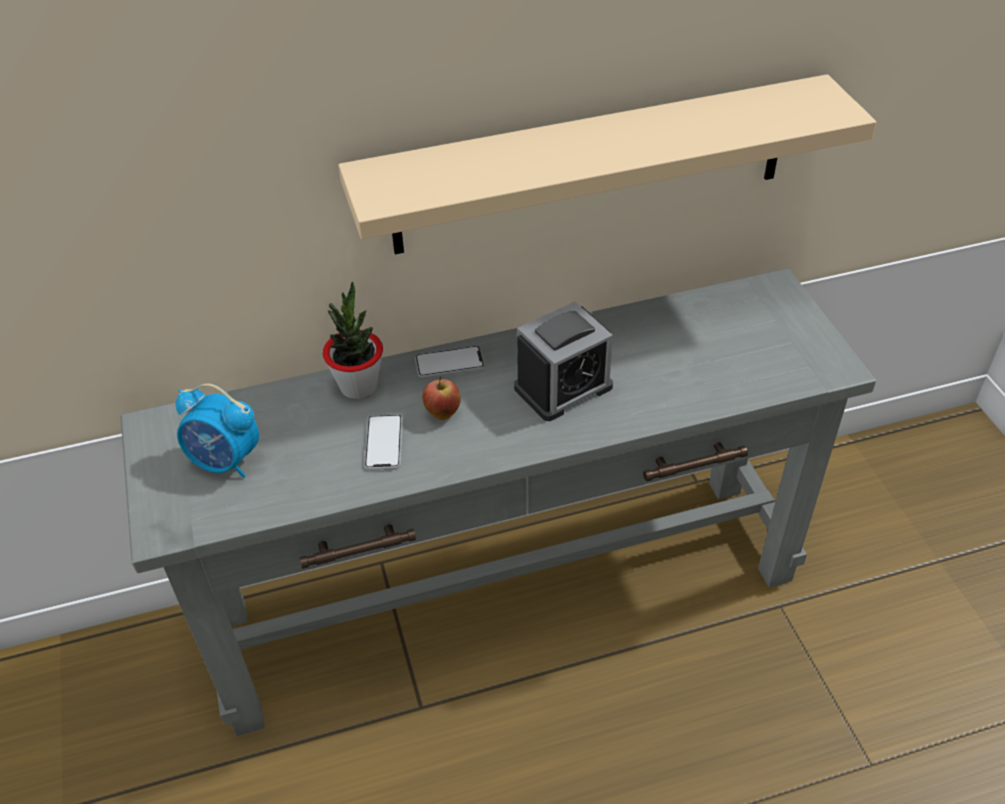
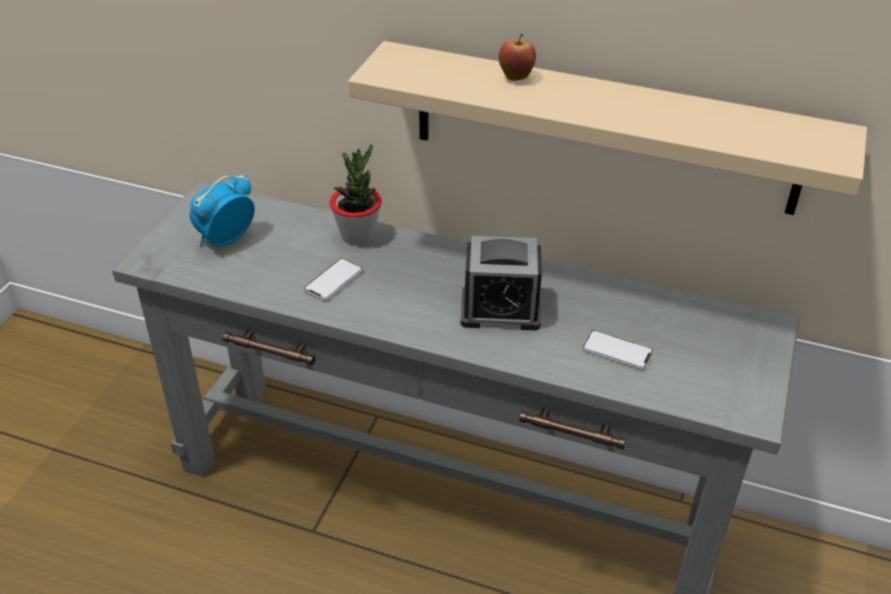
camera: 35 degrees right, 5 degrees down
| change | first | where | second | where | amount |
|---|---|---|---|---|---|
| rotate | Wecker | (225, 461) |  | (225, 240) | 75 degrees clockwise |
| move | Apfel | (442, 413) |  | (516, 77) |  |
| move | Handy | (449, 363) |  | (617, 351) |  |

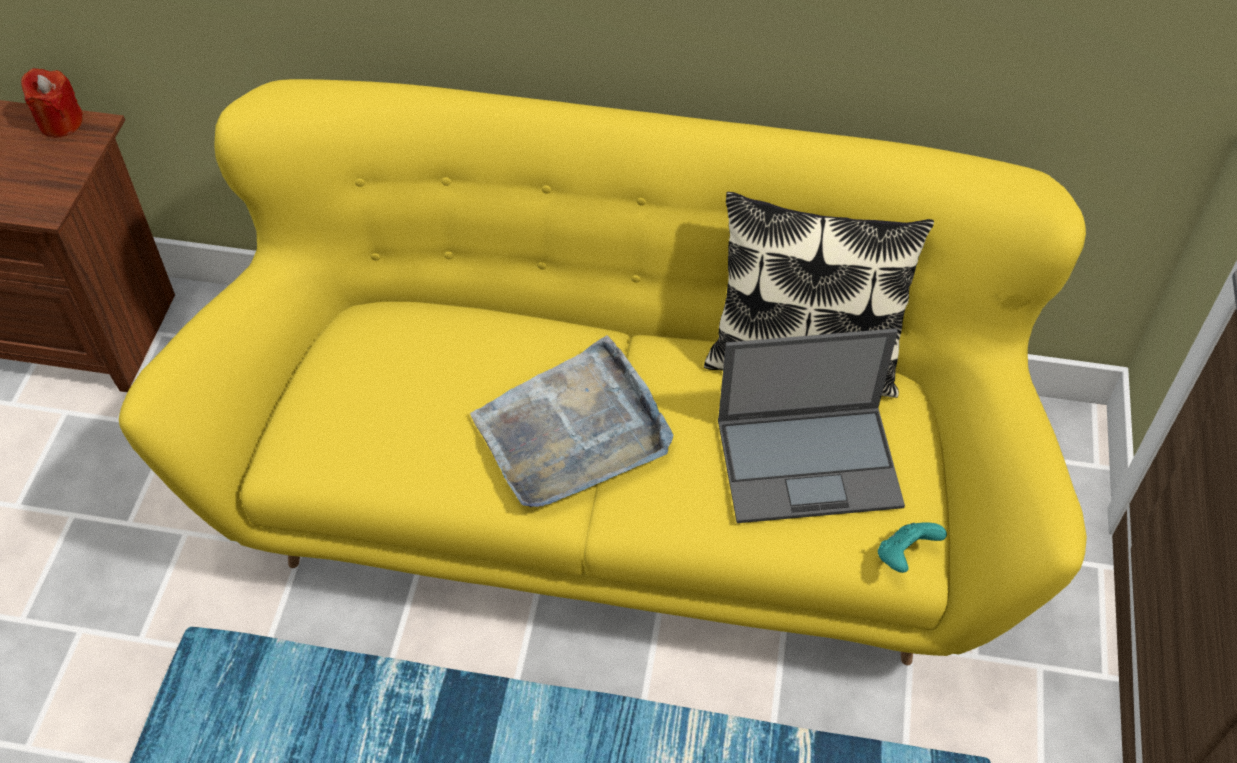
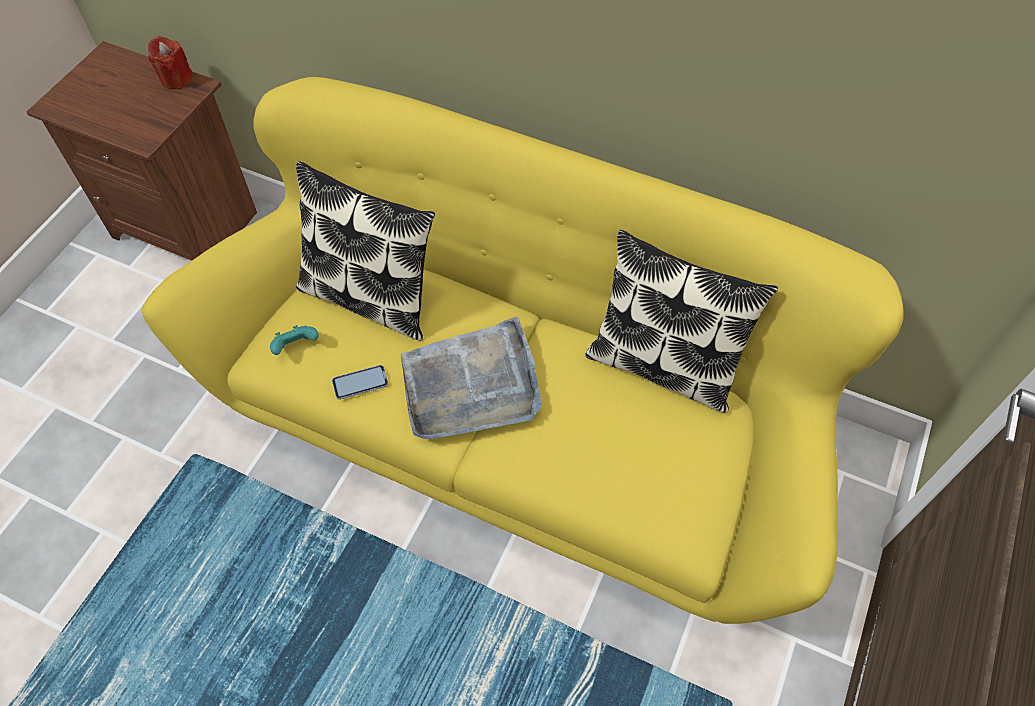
camera: 15 degrees right, 5 degrees up
| change | first | where | second | where | amount |
|---|---|---|---|---|---|
| move | Gamepad/türkis | (904, 556) |  | (296, 347) |  |
| insert |  |  | Kissen | (370, 297) |  |
| insert |  |  | Handy | (360, 383) |  |
| delete | Laptop | (810, 462) |  |  |  |

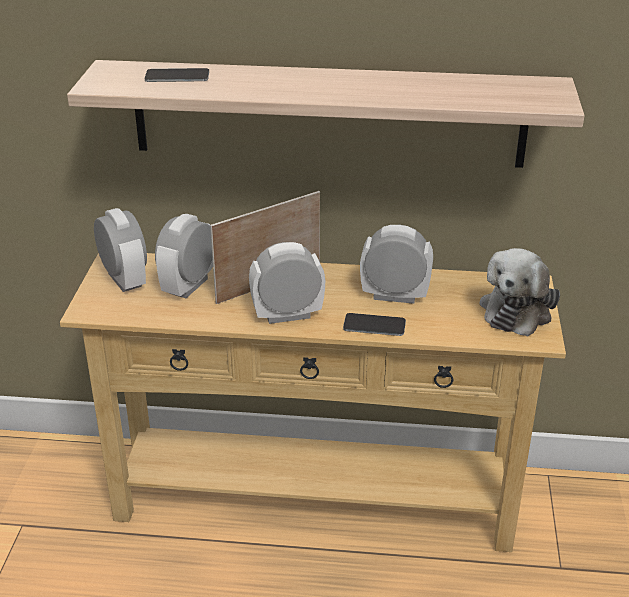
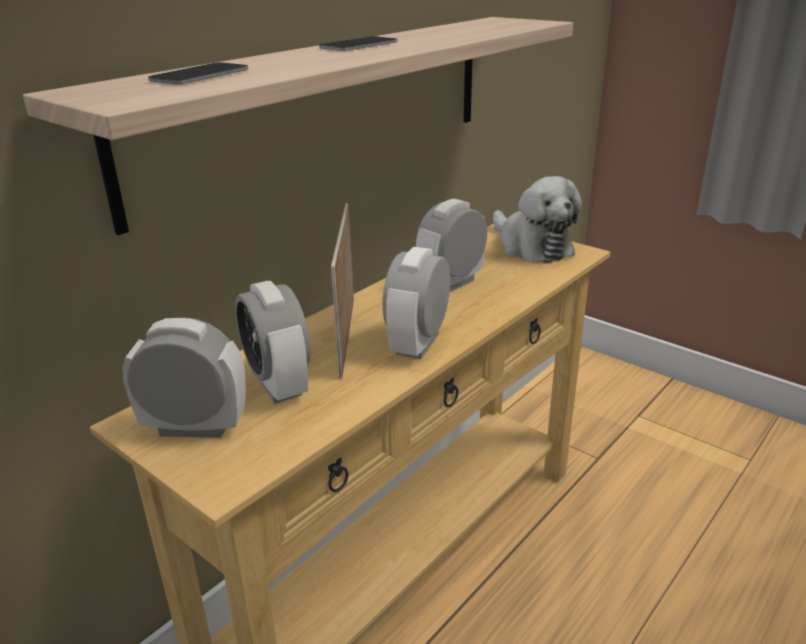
camera: 55 degrees left, 5 degrees down
| change | first | where | second | where | amount |
|---|---|---|---|---|---|
| move | Handy | (374, 325) |  | (359, 45) |  |

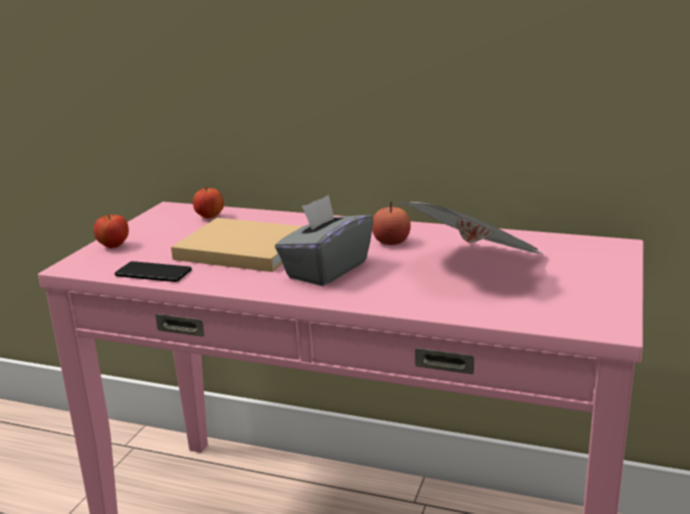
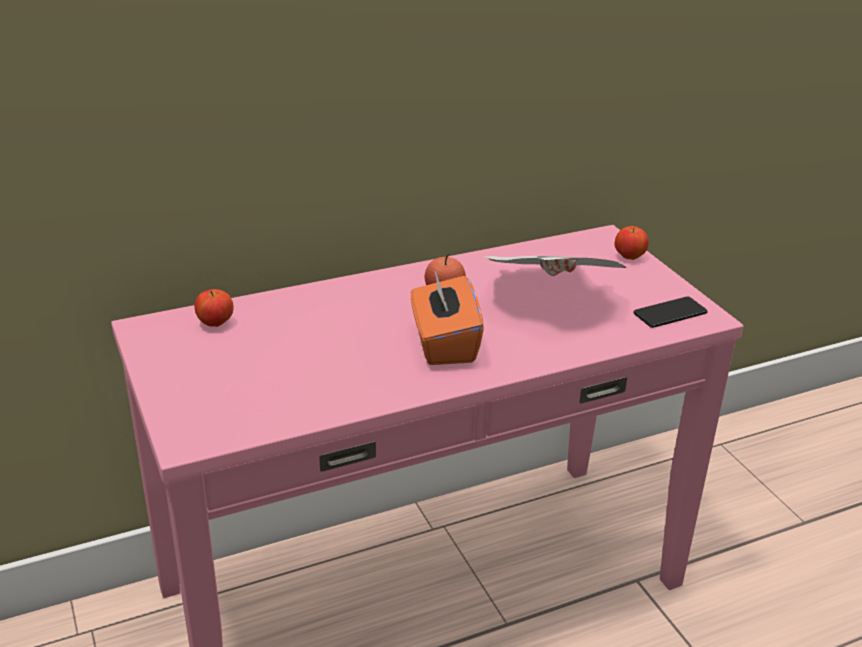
camera: 45 degrees left, 10 degrees up
| change | first | where | second | where | amount |
|---|---|---|---|---|---|
| recolor | Taschentuchbox/grau | (326, 270) | Taschentuchbox/orange | (444, 344) |  |
| move | Apfel | (114, 246) |  | (629, 257) |  |
| move | Handy | (153, 273) |  | (670, 313) |  |
| delete | Buch/beige | (239, 248) |  |  |  |

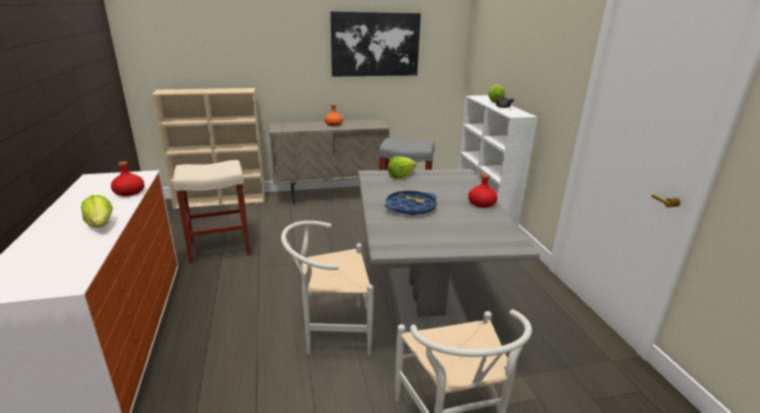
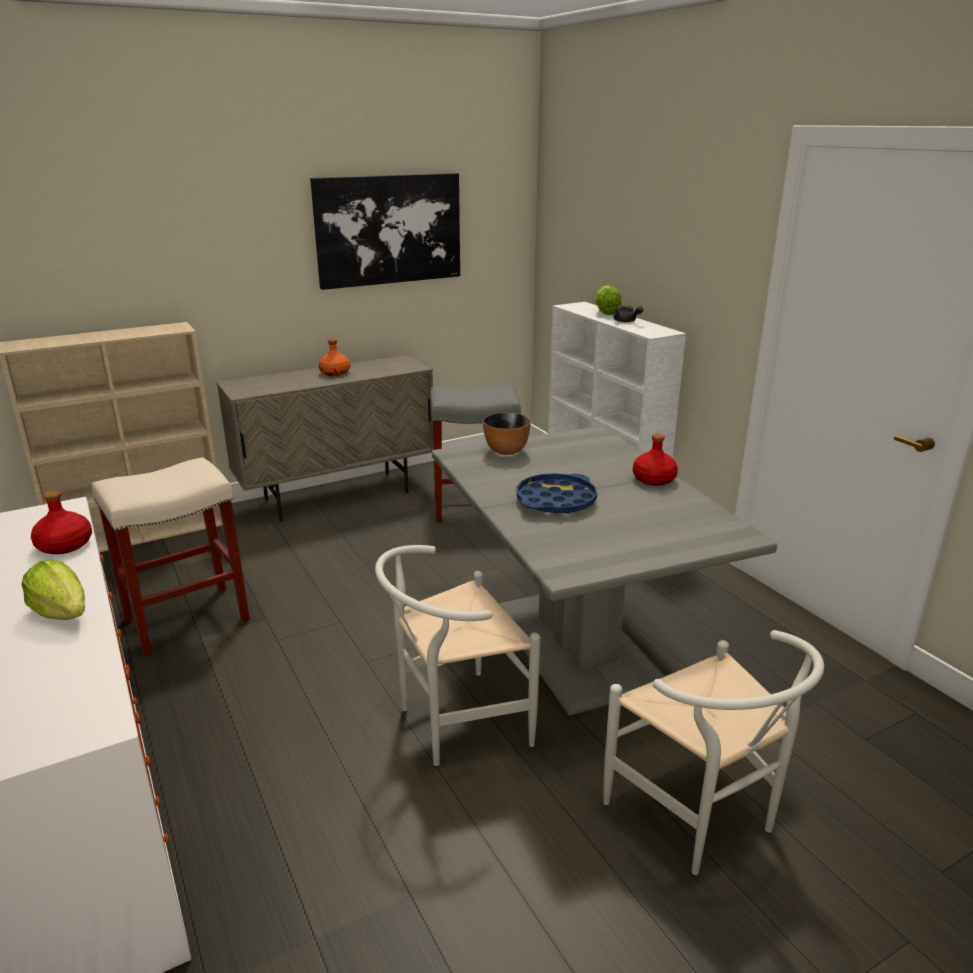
camera: 15 degrees left, 0 degrees up
| change | first | where | second | where | amount |
|---|---|---|---|---|---|
| replace | Salatkopf | (400, 176) | Schüssel | (506, 451) |  |

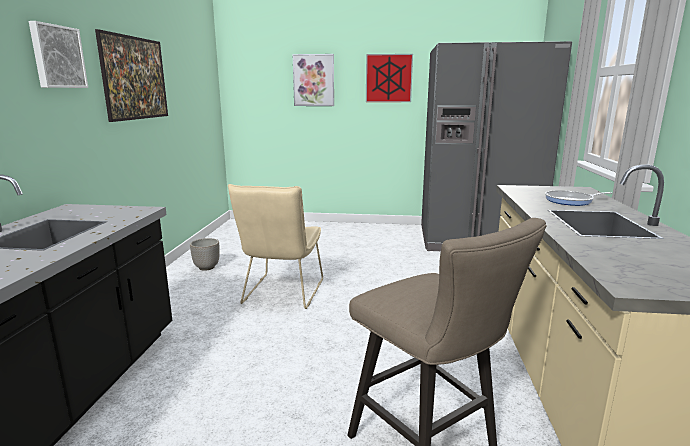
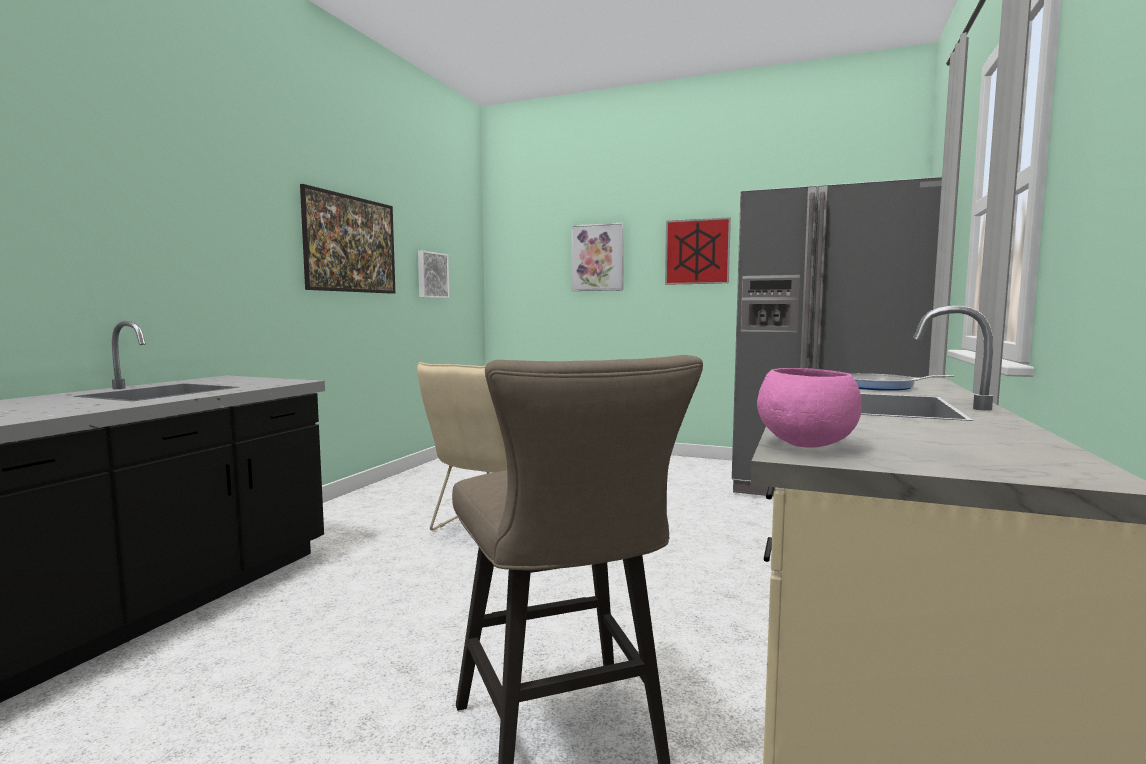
camera: 15 degrees right, 10 degrees down
| change | first | where | second | where | amount |
|---|---|---|---|---|---|
| move | Bild | (57, 57) |  | (431, 275) |  |
| insert |  |  | Schüssel/rosa | (805, 445) |  |
| delete | Pflanzkübel | (207, 267) |  |  |  |

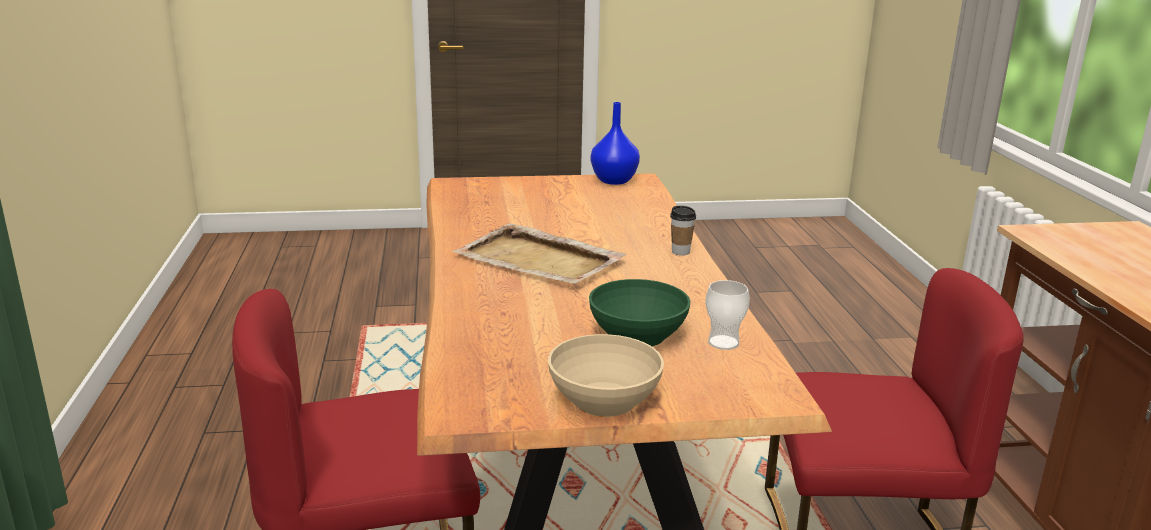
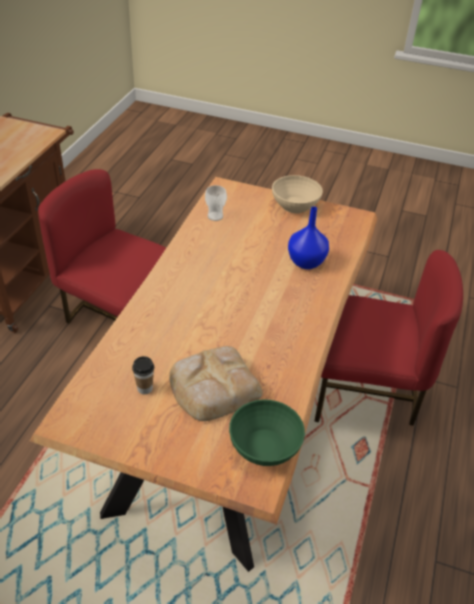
camera: 155 degrees left, 20 degrees up
| change | first | where | second | where | amount |
|---|---|---|---|---|---|
| move | Tasse | (680, 252) |  | (145, 388) |  |
| insert |  |  | Brot | (212, 387) |  |
| move | Schüssel/grün | (638, 335) |  | (264, 446) |  |
| move | Vase/blau | (614, 180) |  | (305, 262) |  |
| delete | Tablett/beige | (540, 260) |  |  |  |

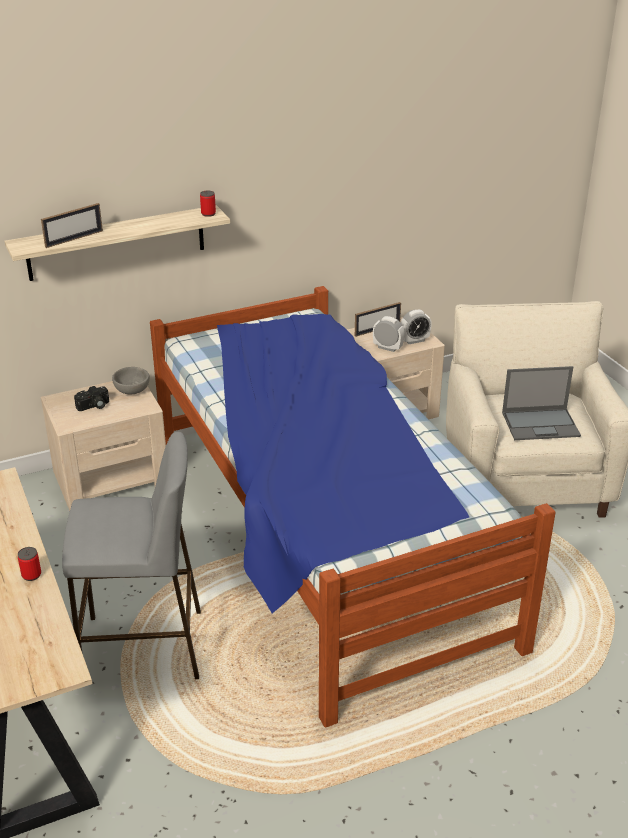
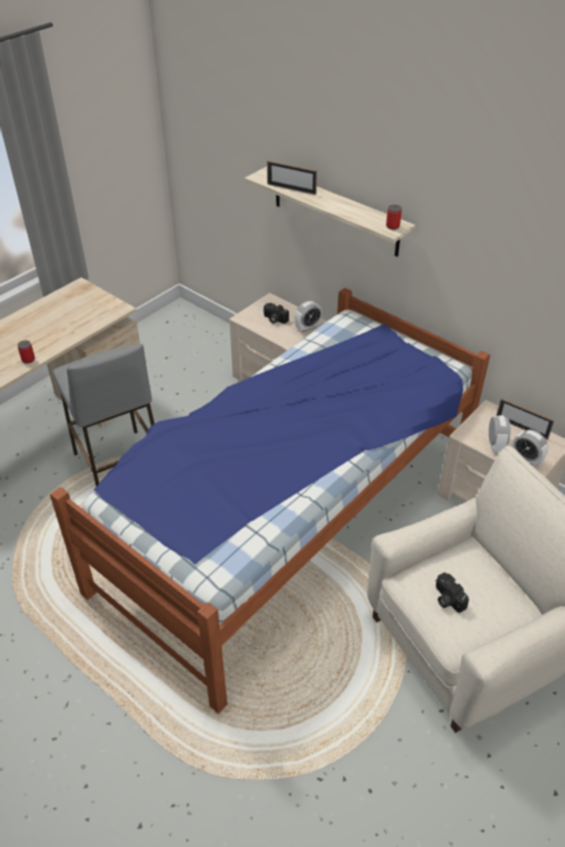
camera: 65 degrees right, 10 degrees up
| change | first | where | second | where | amount |
|---|---|---|---|---|---|
| replace | Schüssel/grau | (131, 390) | Wecker | (307, 327) |  |
| replace | Laptop | (541, 424) | Kamera | (447, 599) |  |

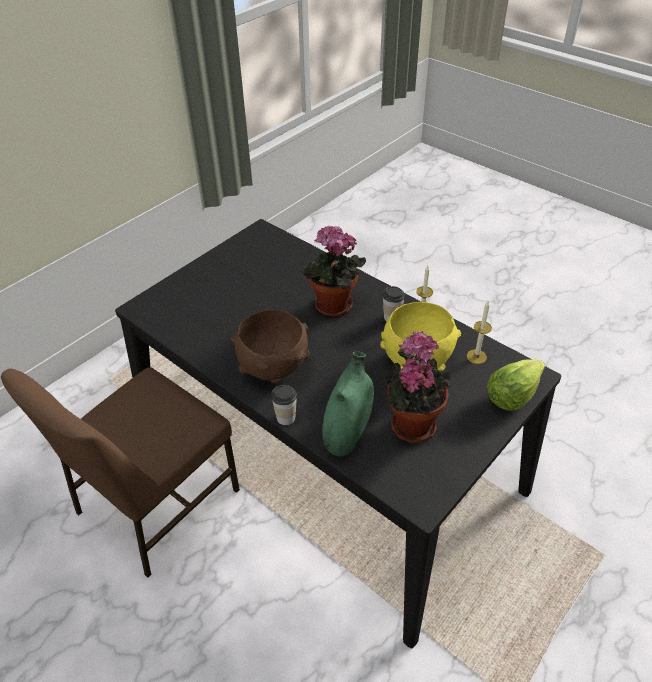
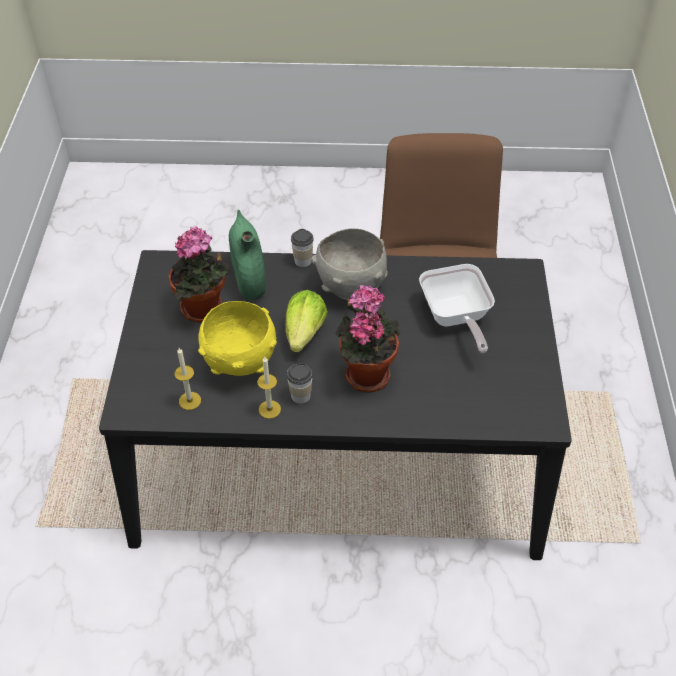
camera: 140 degrees right, 5 degrees up
| change | first | where | second | where | amount |
|---|---|---|---|---|---|
| move | Salatkopf | (511, 396) |  | (305, 333) |  |
| recolor | Schüssel/braun | (274, 370) | Schüssel/grau | (351, 288) |  |
| insert |  |  | Pfanne | (455, 318) |  |

